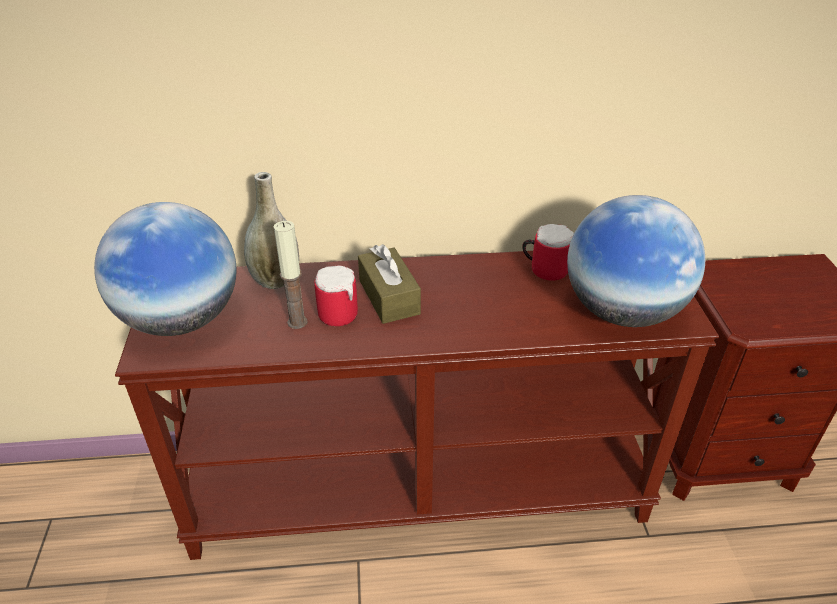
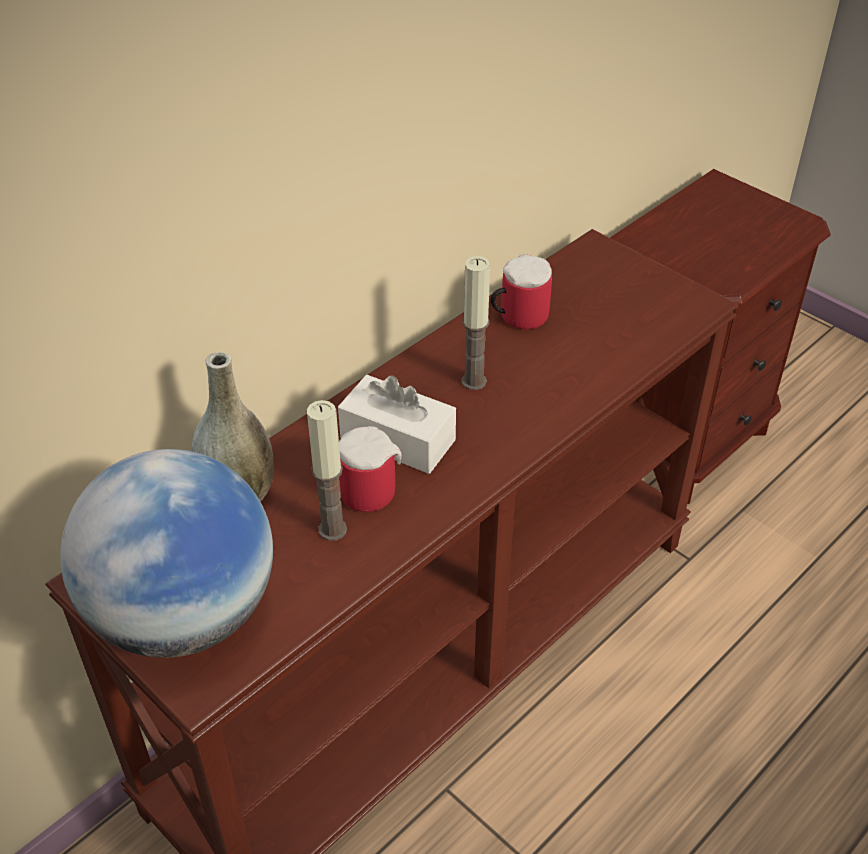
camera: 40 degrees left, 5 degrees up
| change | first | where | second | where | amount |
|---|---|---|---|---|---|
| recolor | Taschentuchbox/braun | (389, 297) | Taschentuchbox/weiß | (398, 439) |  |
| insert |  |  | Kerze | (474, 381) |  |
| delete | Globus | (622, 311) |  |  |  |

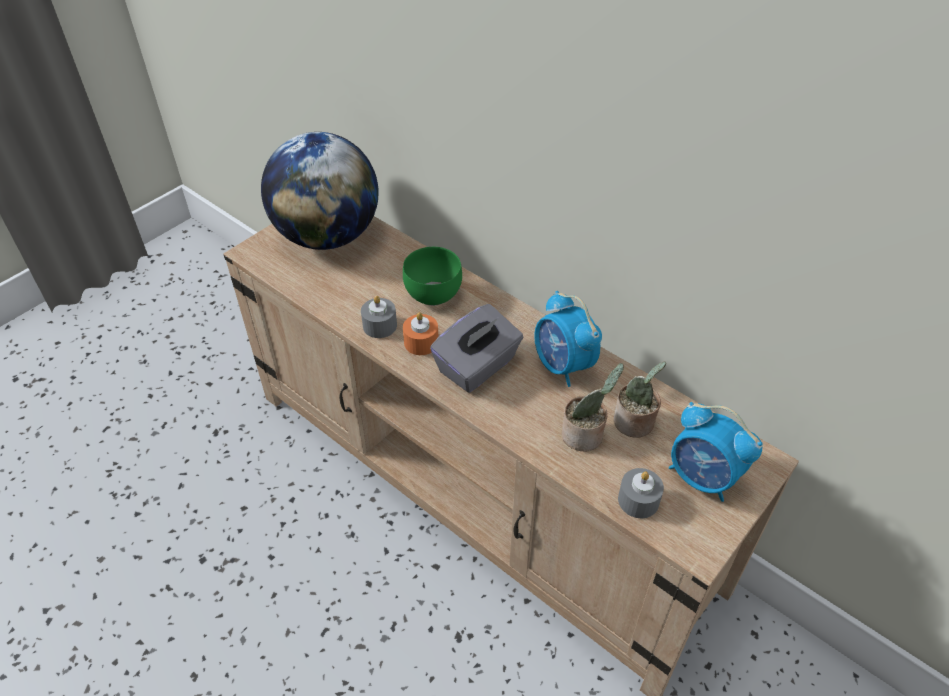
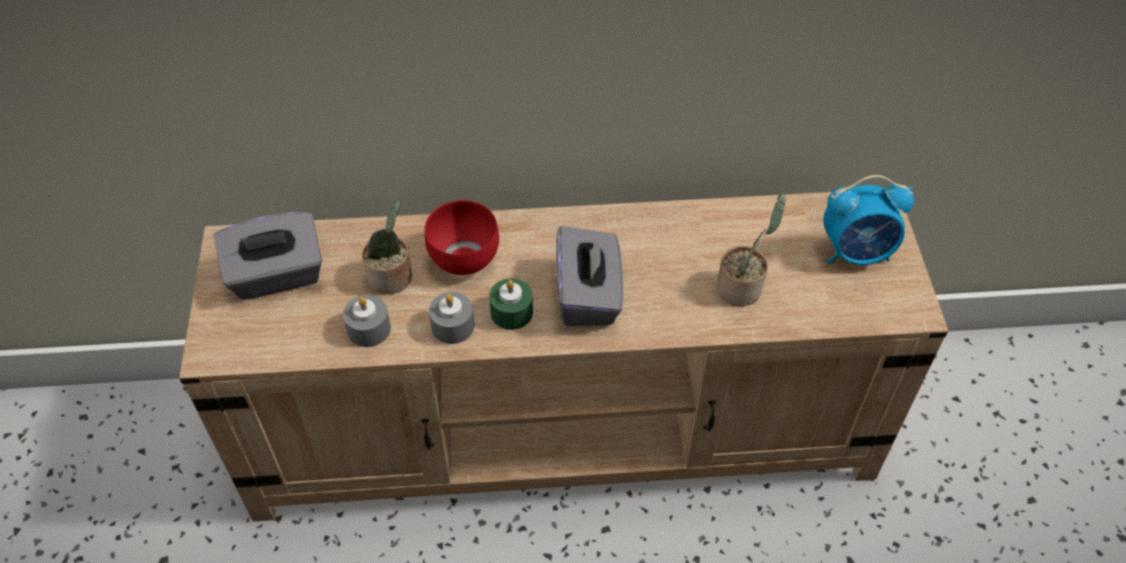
camera: 45 degrees left, 5 degrees up
| change | first | where | second | where | amount |
|---|---|---|---|---|---|
| replace | Globus | (328, 236) | Taschentuchbox/grau | (277, 276) |  |
| move | Kerze/grau | (638, 500) |  | (369, 329) |  |
| move | Topfpflanze | (635, 424) |  | (392, 278) |  |
| recolor | Schüssel/grün | (431, 294) | Schüssel/rot | (461, 259) |  |
| recolor | Kerze/orange | (421, 342) | Kerze/grün | (511, 312) |  |
| delete | Wecker | (563, 366) |  |  |  |

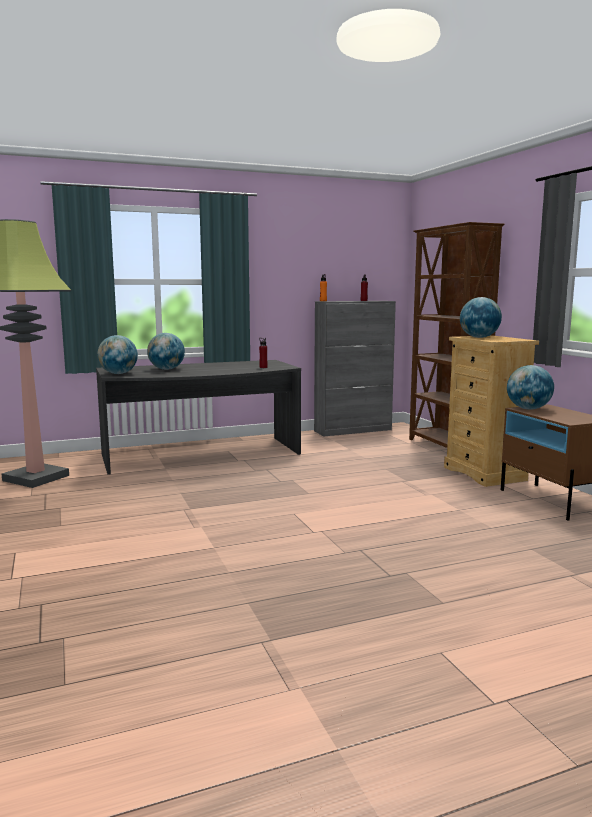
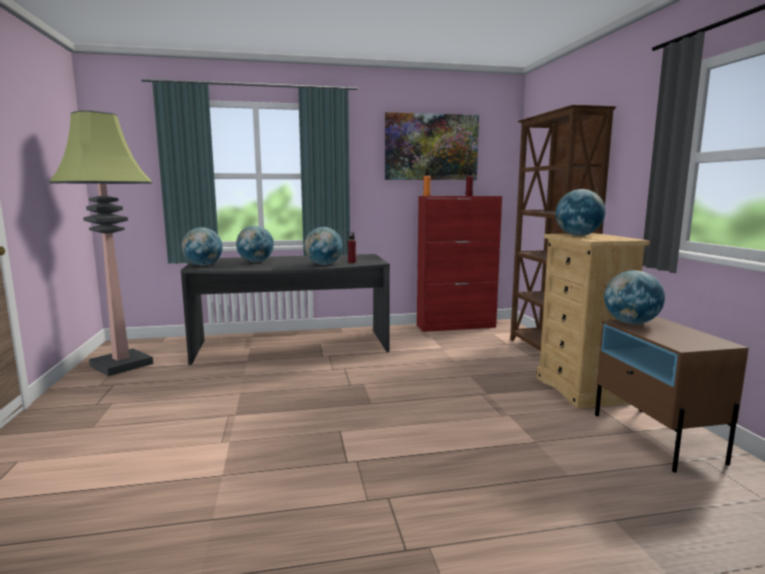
camera: 10 degrees right, 0 degrees up
| change | first | where | second | where | amount |
|---|---|---|---|---|---|
| insert |  |  | Globus | (323, 264) |  |
| insert |  |  | Bild | (431, 147) |  |
| recolor | Schrank/grau | (353, 430) | Schrank/rot | (456, 326) |  |

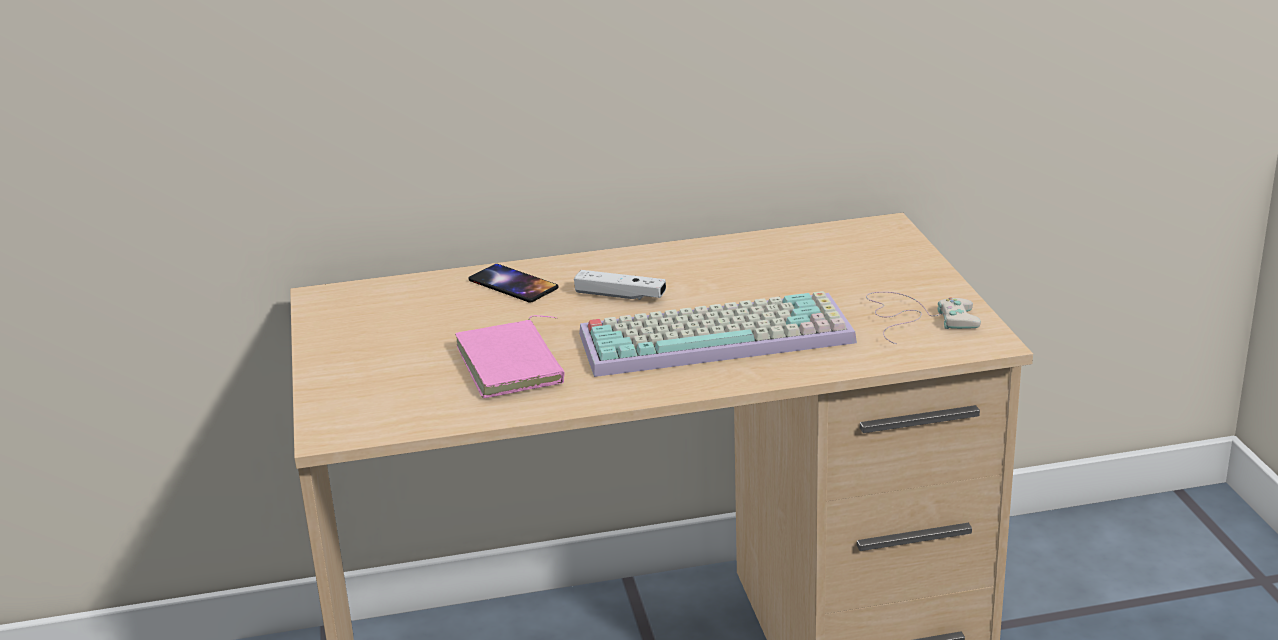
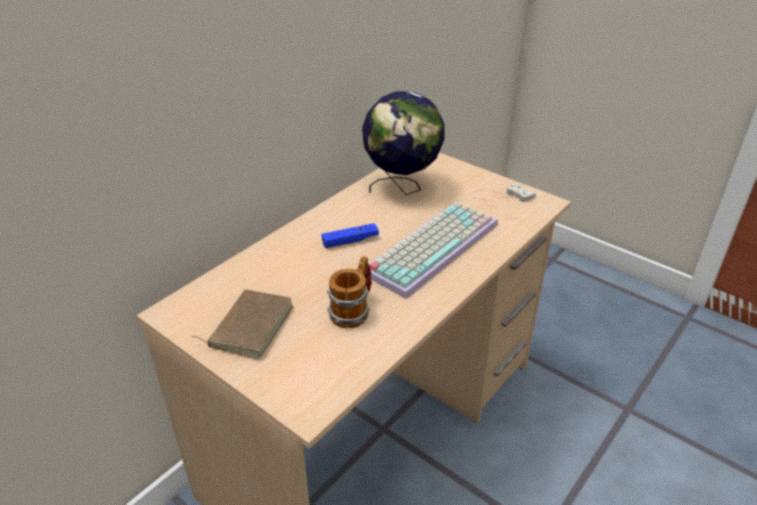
camera: 40 degrees left, 10 degrees up
| change | first | where | second | where | amount |
|---|---|---|---|---|---|
| insert |  |  | Buch/braun | (249, 326) |  |
| recolor | Gamepad/weiß | (620, 295) | Gamepad/blau | (350, 241) |  |
| replace | Buch/rosa | (514, 365) | Henkelbecher | (353, 310) |  |
| insert |  |  | Globus | (402, 188) |  |
| delete | Handy | (513, 284) |  |  |  |

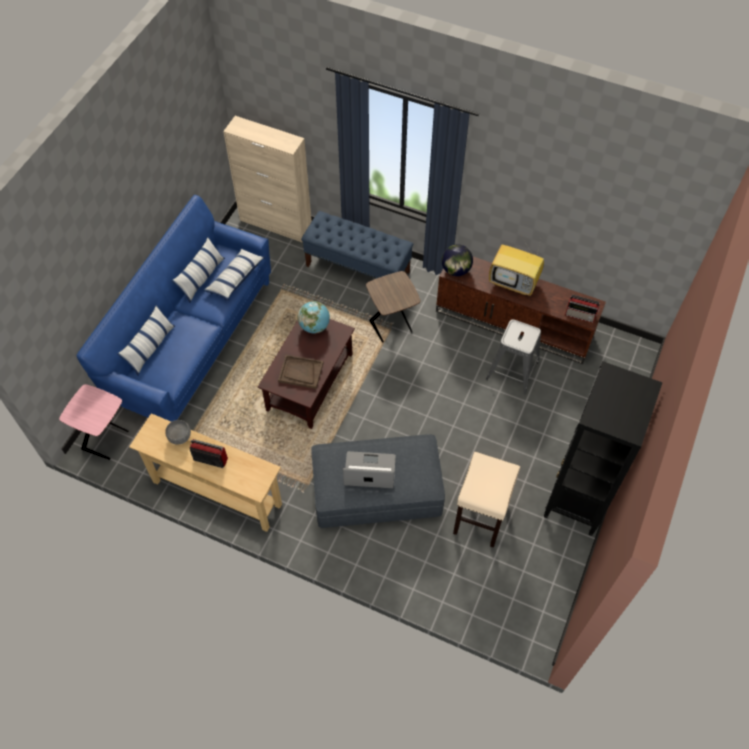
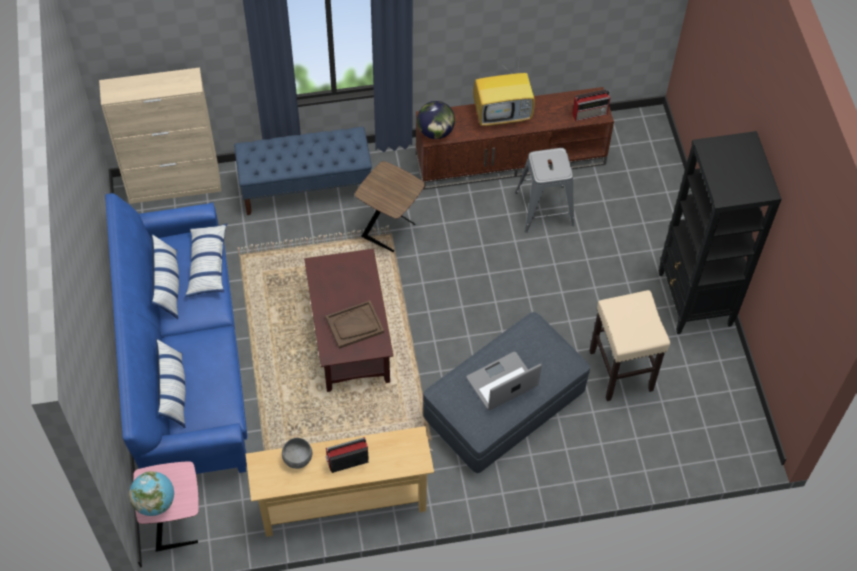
camera: 35 degrees left, 0 degrees up
| change | first | where | second | where | amount |
|---|---|---|---|---|---|
| move | Globus | (314, 326) |  | (155, 502) |  |

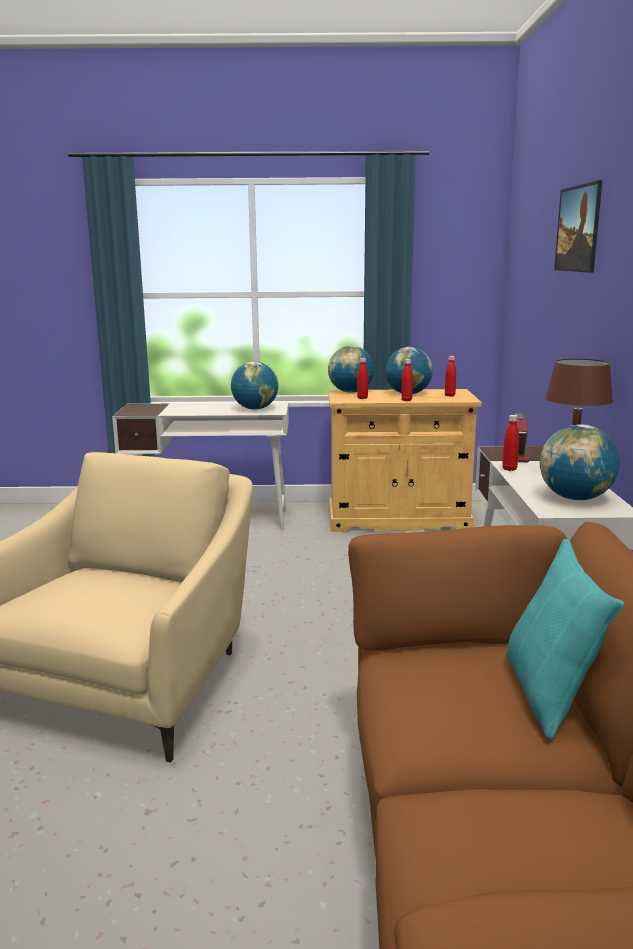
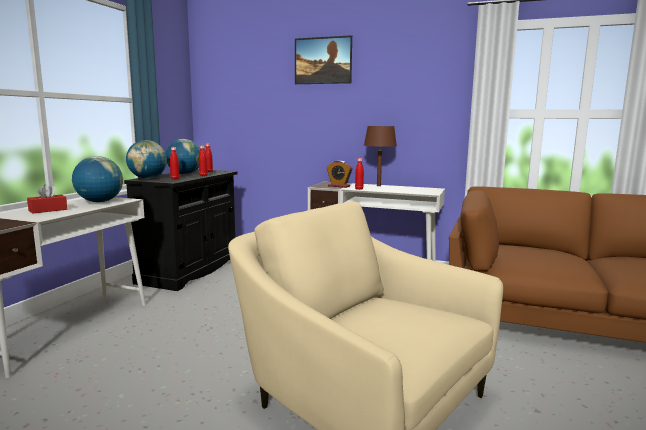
camera: 70 degrees left, 5 degrees down
| change | first | where | second | where | amount |
|---|---|---|---|---|---|
| insert |  |  | Taschentuchbox/rot | (48, 210) |  |
| recolor | Schrank/beige | (398, 520) | Schrank/schwarz | (190, 270) |  |
| delete | Kissen/türkis | (550, 694) |  |  |  |
| delete | Globus | (575, 498) |  |  |  |

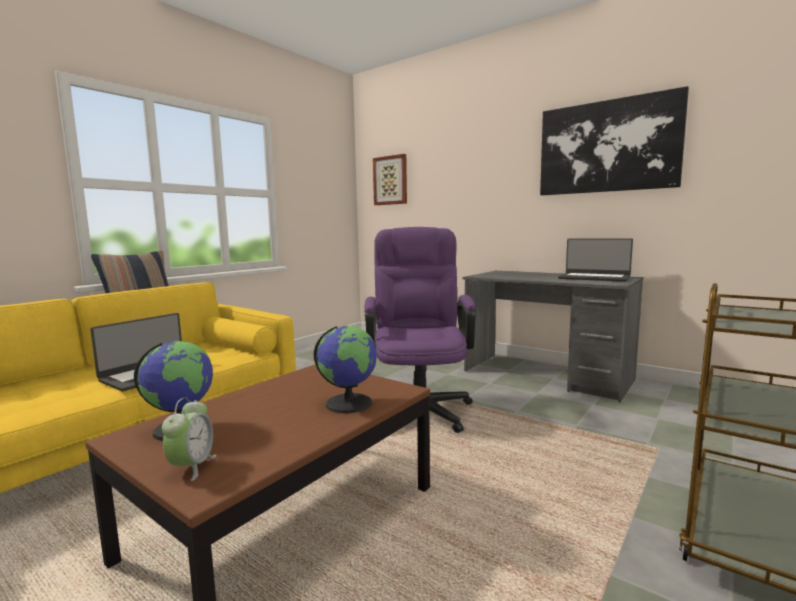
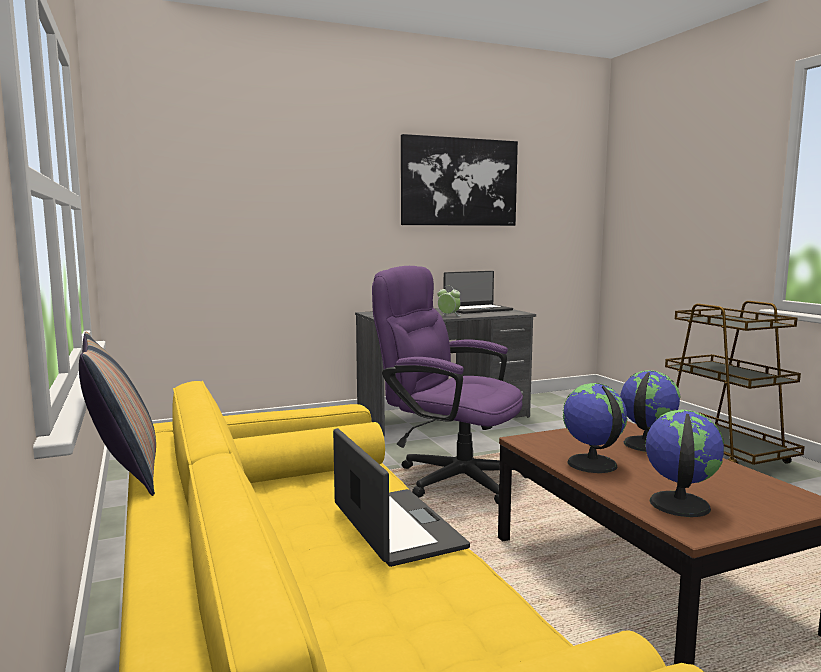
camera: 60 degrees left, 0 degrees up
| change | first | where | second | where | amount |
|---|---|---|---|---|---|
| move | Wecker | (192, 467) |  | (448, 316) |  |
| insert |  |  | Globus | (591, 464) |  |
| delete | Bild | (390, 180) |  |  |  |

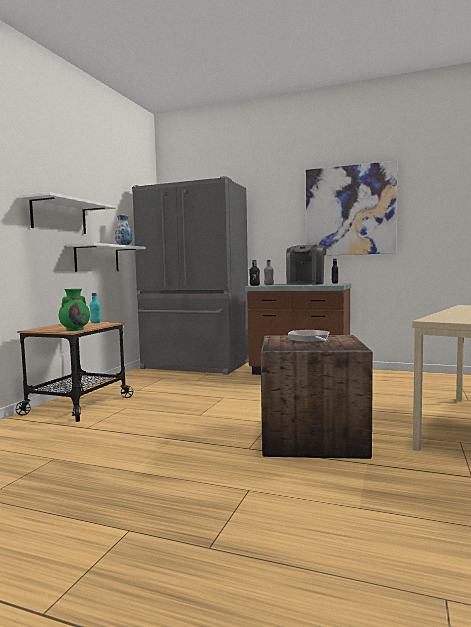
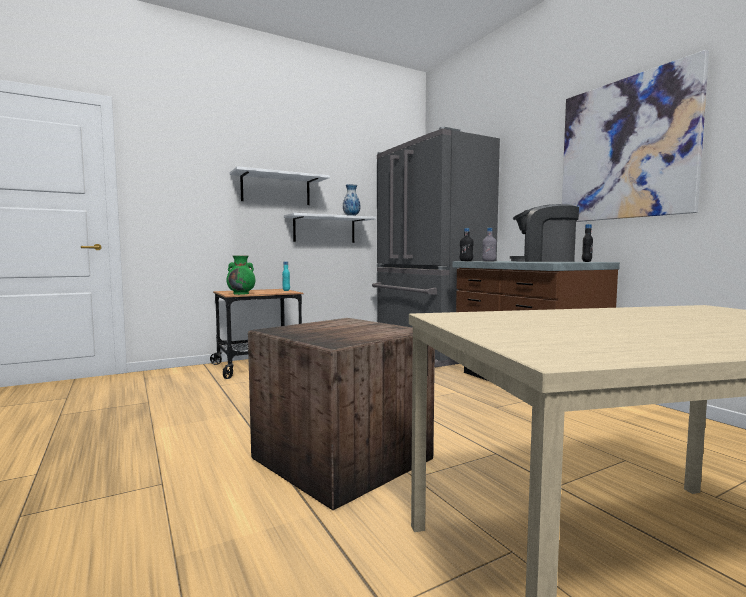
camera: 40 degrees right, 0 degrees up
| change | first | where | second | where | amount |
|---|---|---|---|---|---|
| rotate | Kaffeemaschine | (306, 284) |  | (543, 261) | 45 degrees clockwise |
| delete | Pfanne | (310, 340) |  |  |  |

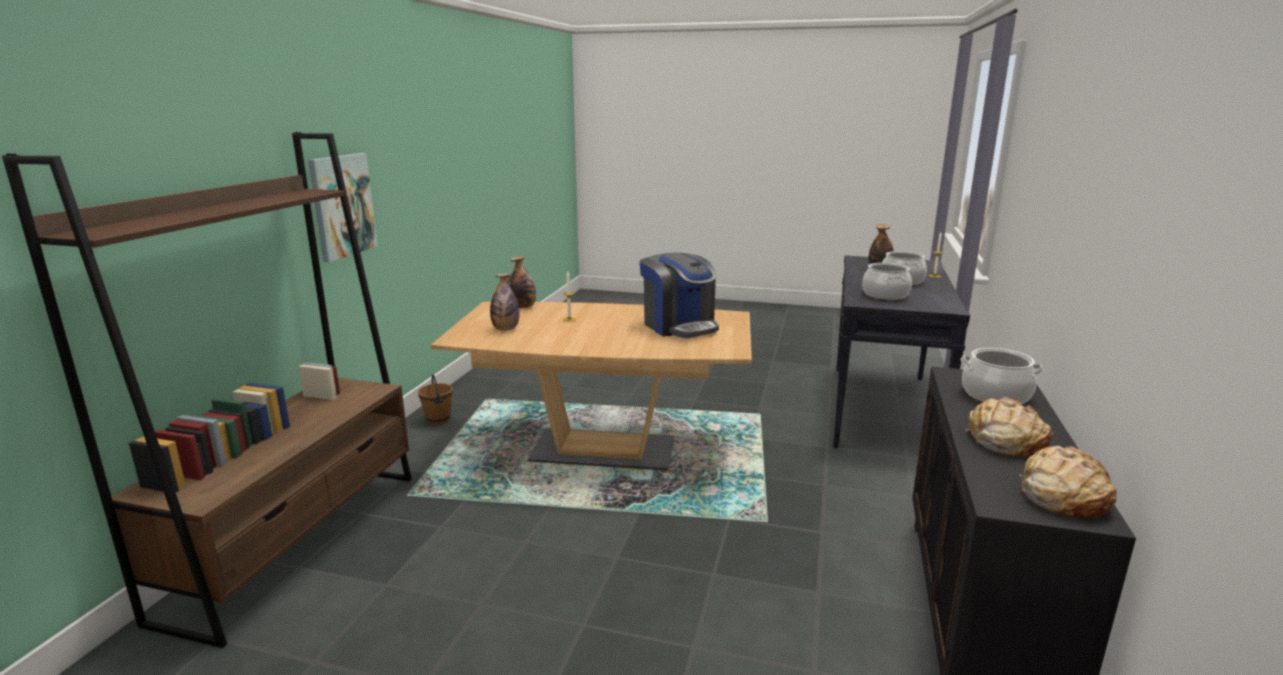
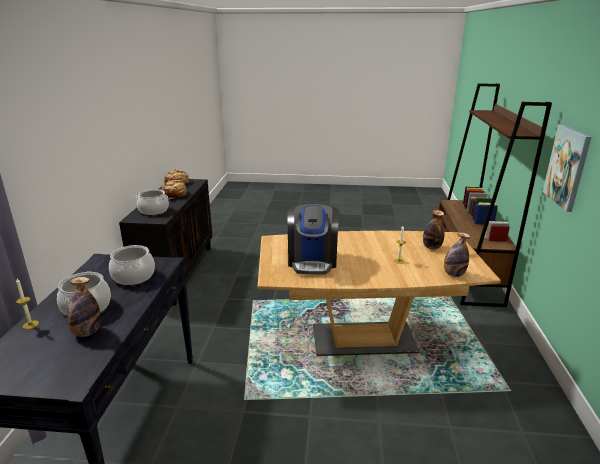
camera: 170 degrees right, 5 degrees up
| change | first | where | second | where | amount |
|---|---|---|---|---|---|
| rotate | Kaffeemaschine | (679, 326) |  | (312, 260) | 135 degrees counterclockwise |
| delete | Eimer/braun | (438, 420) |  |  |  |

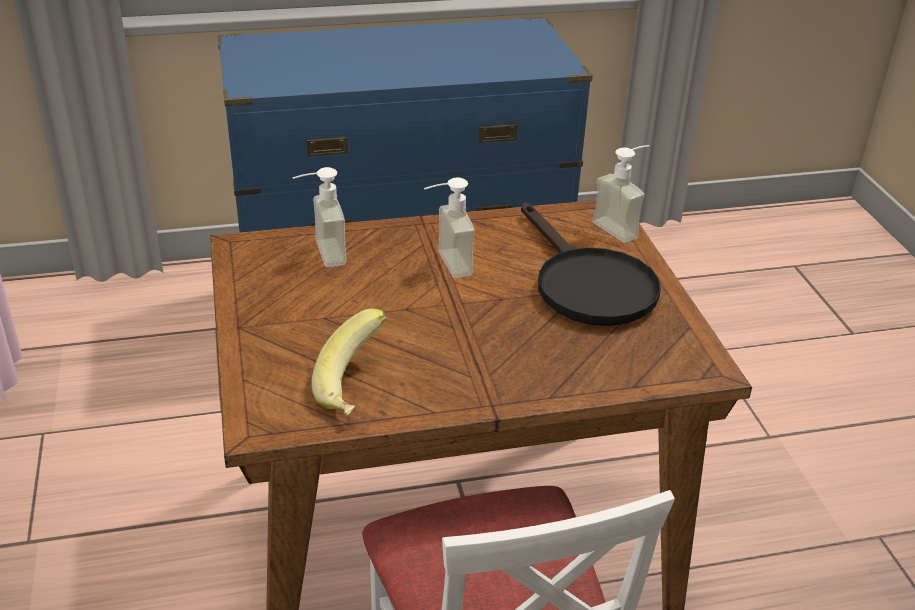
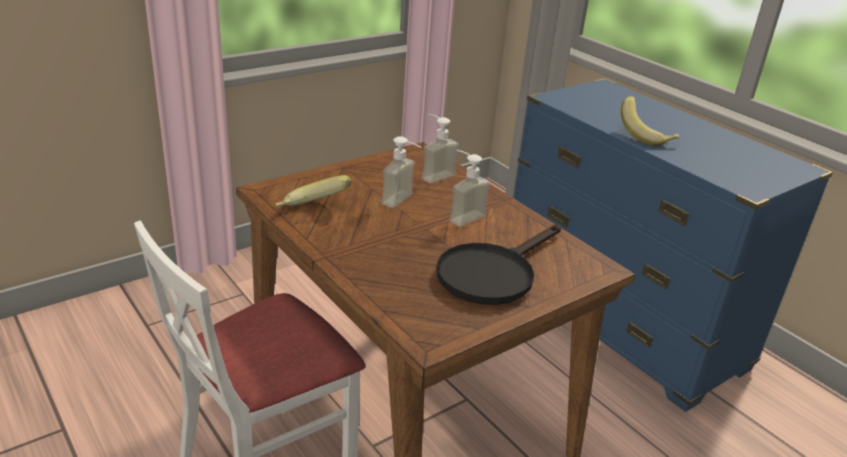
camera: 65 degrees right, 5 degrees down
| change | first | where | second | where | amount |
|---|---|---|---|---|---|
| move | Seifenspender | (622, 227) |  | (403, 201) |  |
| insert |  |  | Banane | (645, 137) |  |

